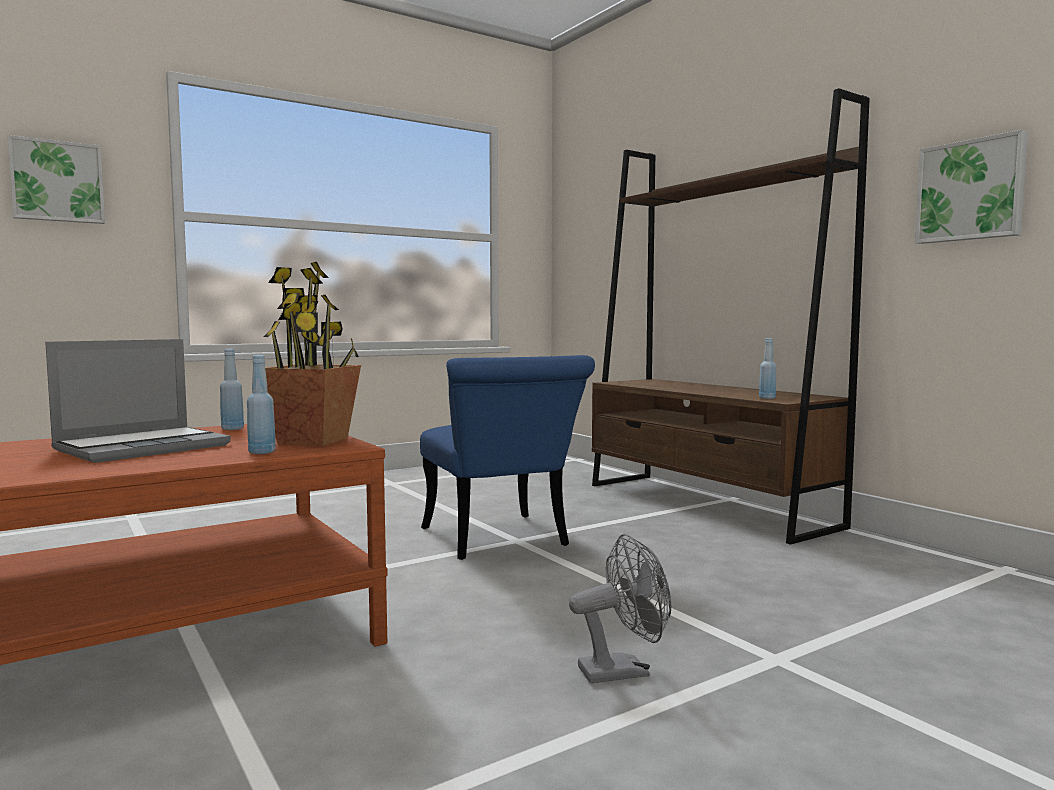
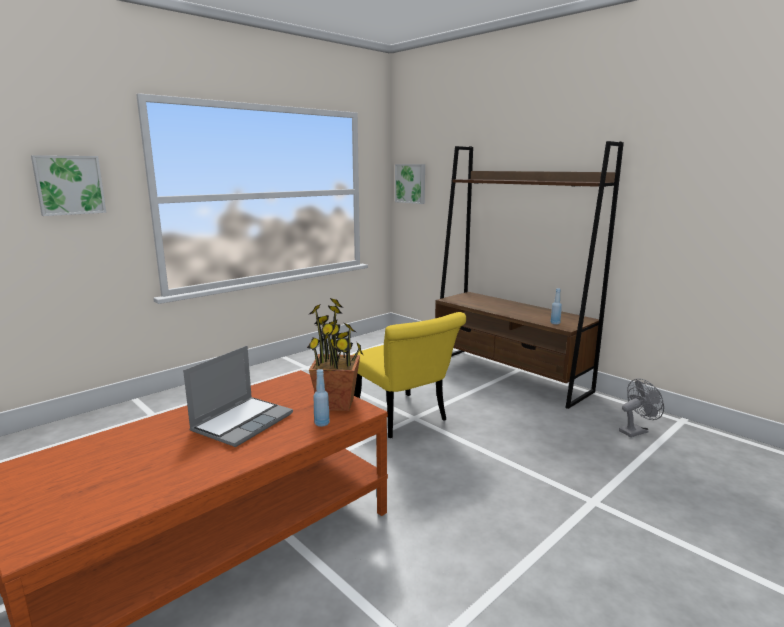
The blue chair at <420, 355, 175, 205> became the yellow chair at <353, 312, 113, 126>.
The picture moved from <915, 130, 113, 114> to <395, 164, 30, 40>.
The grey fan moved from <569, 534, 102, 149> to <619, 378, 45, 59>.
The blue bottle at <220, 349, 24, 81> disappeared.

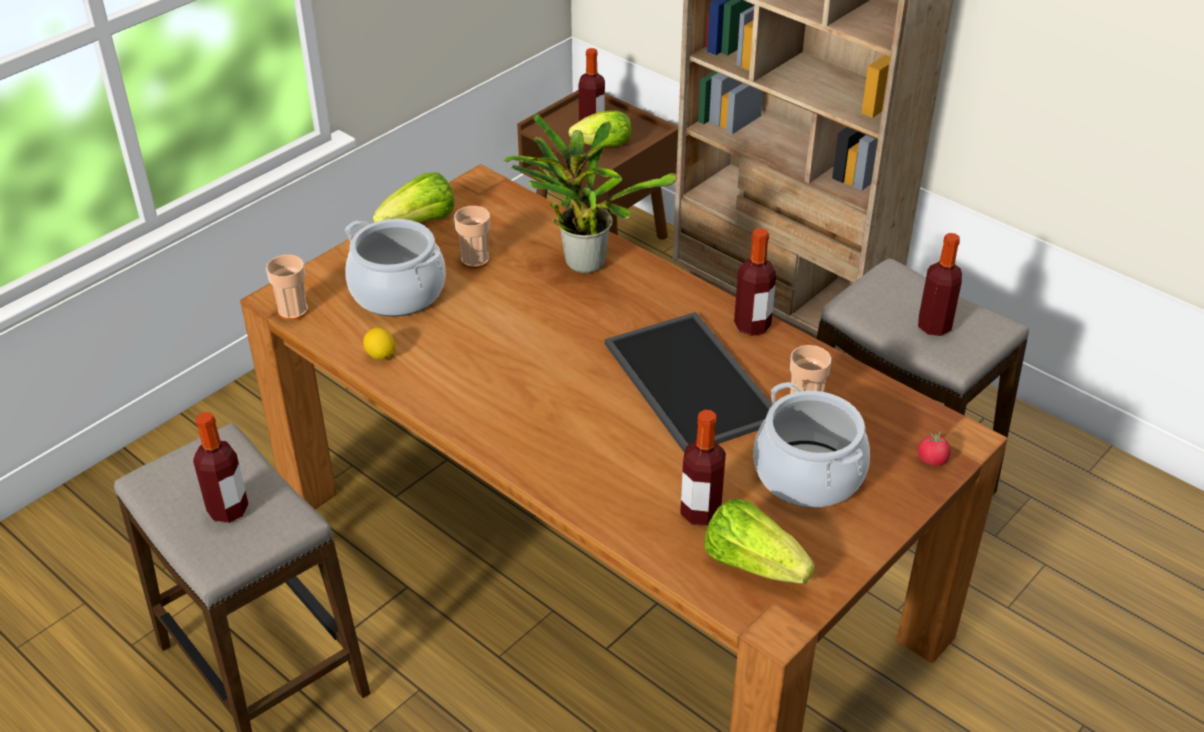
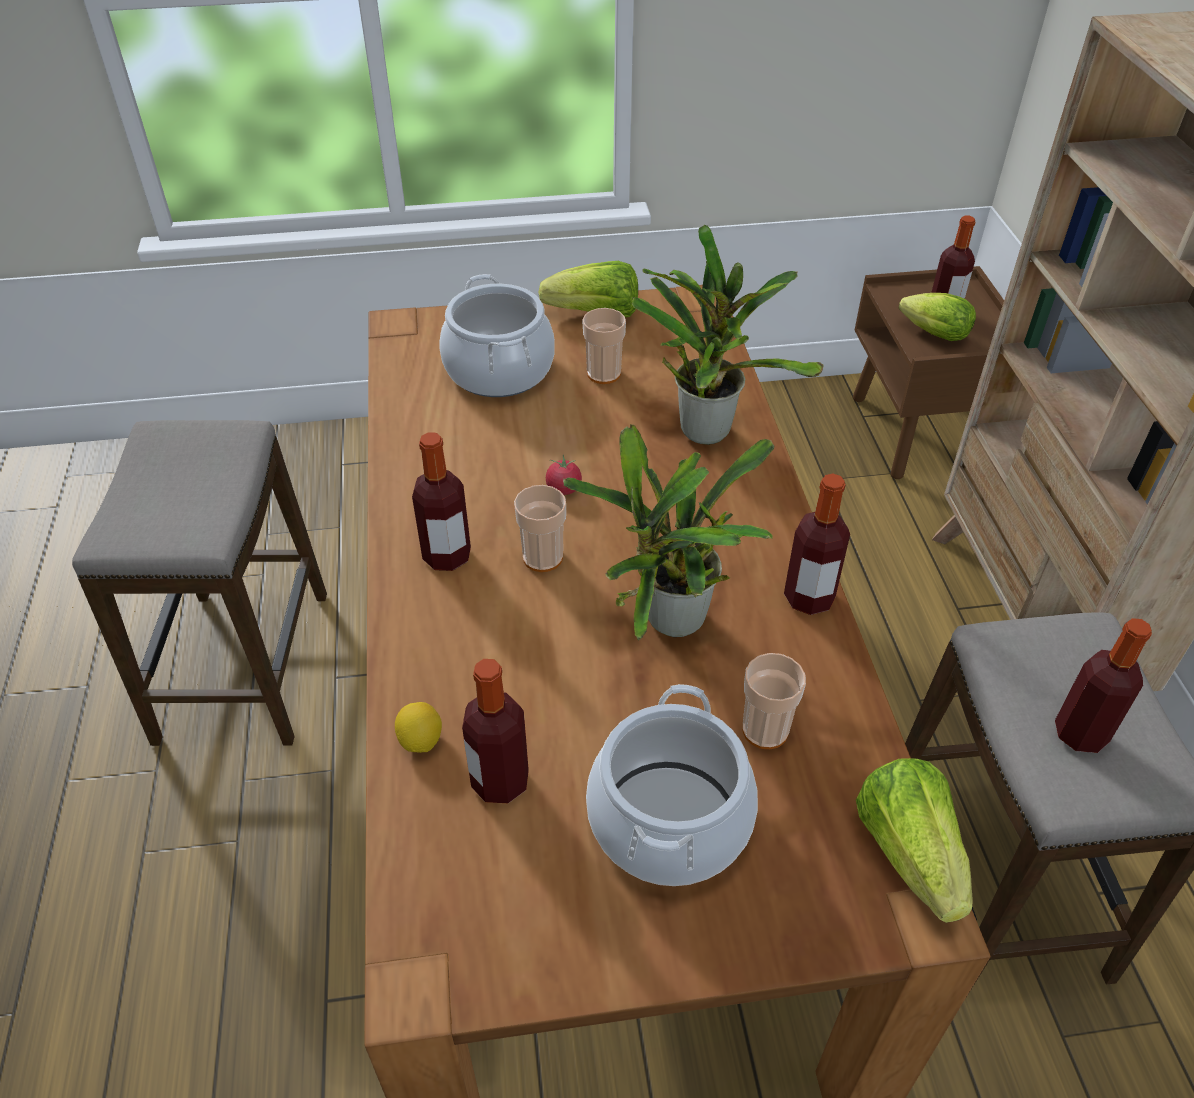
The lemon moved from <363, 327, 32, 33> to <395, 702, 47, 51>.
The bottle moved from <193, 412, 55, 111> to <412, 432, 59, 139>.
The cup moved from <266, 255, 42, 65> to <514, 485, 52, 87>.
The tomato moved from <918, 432, 33, 34> to <546, 455, 36, 40>.
The tray at <605, 312, 167, 140> was replaced by the potted plant at <563, 424, 211, 217>.
The lettuce moved from <704, 499, 111, 85> to <856, 758, 117, 165>.

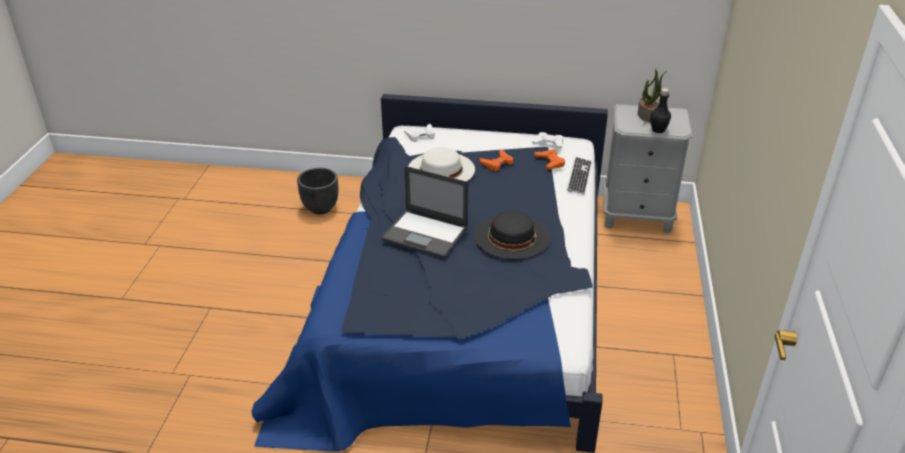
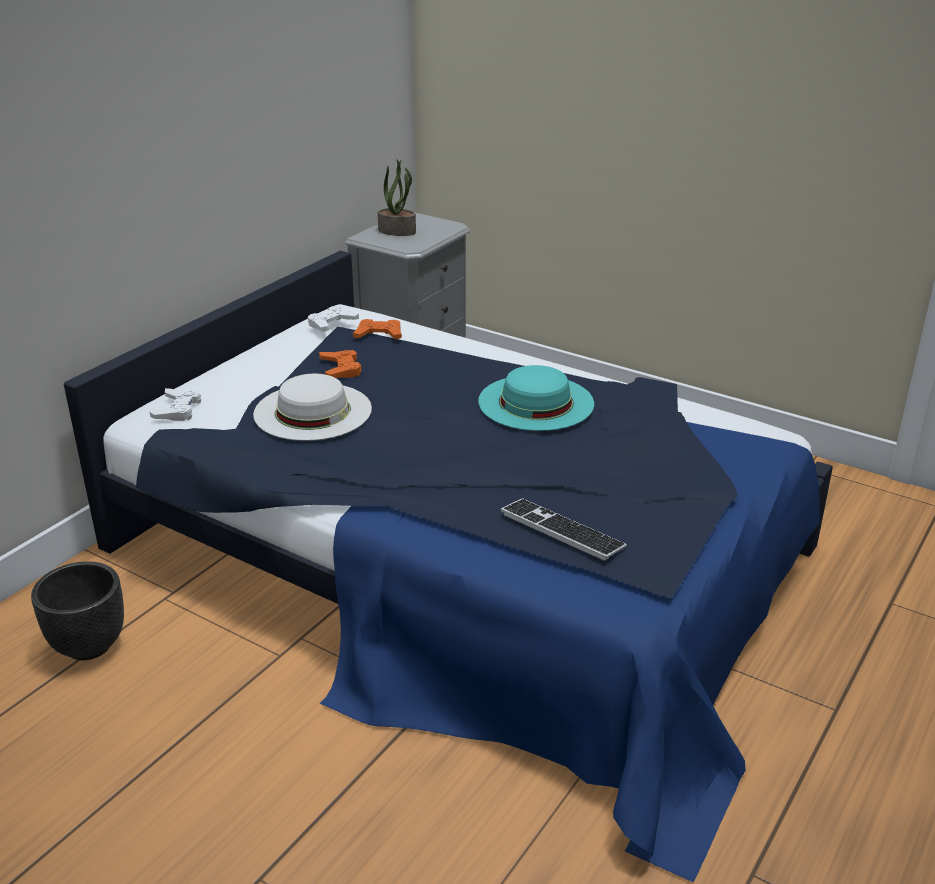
The black hat at <474, 211, 76, 48> became the turquoise hat at <478, 365, 116, 66>.
The keyboard moved from <567, 157, 25, 38> to <501, 498, 126, 63>.
The laptop at <381, 166, 87, 93> disappeared.
The black bottle at <650, 88, 21, 45> disappeared.

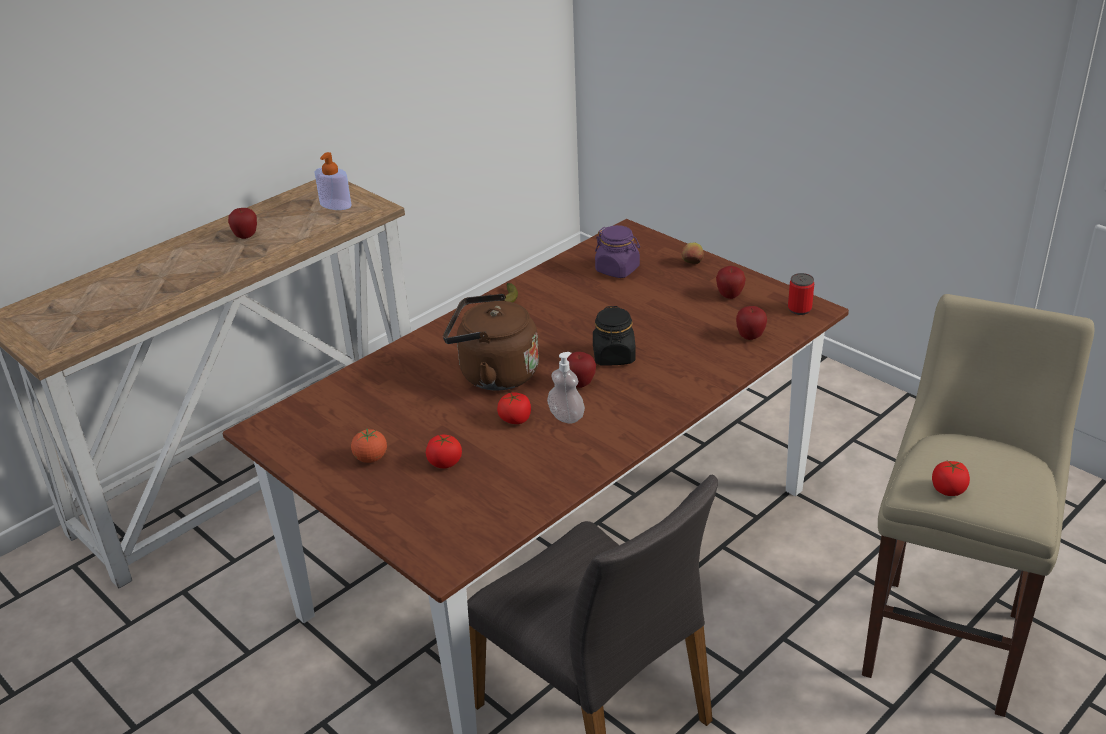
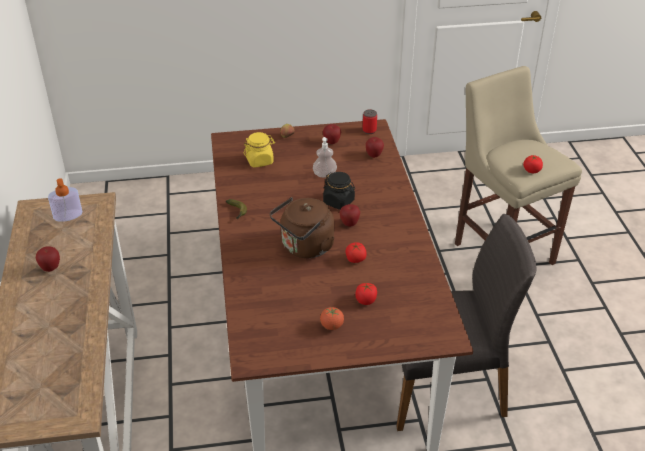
The purple jar at <595, 225, 45, 53> became the yellow jar at <244, 132, 31, 36>.
The soap dispenser moved from <547, 352, 38, 71> to <313, 137, 24, 40>.

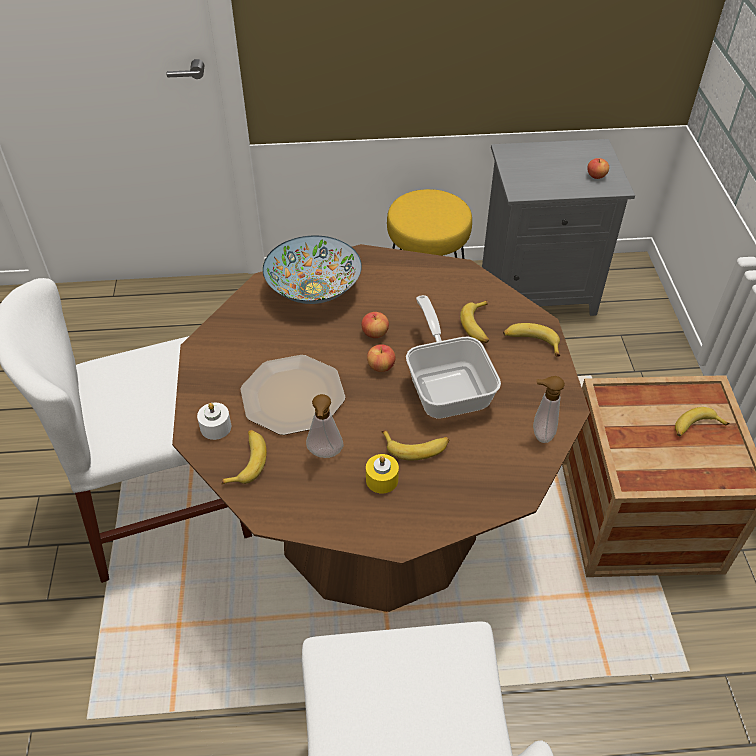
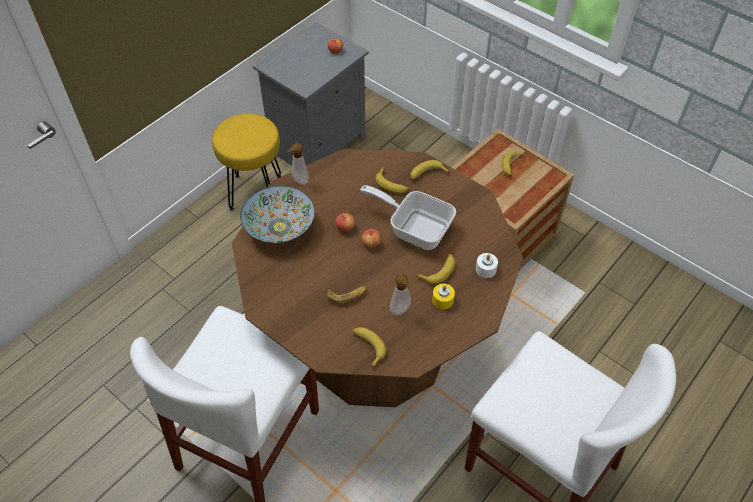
The soap dispenser moved from <533, 376, 32, 67> to <287, 143, 22, 42>.
The plate at <240, 355, 105, 80> was replaced by the banana at <327, 286, 40, 18>.
The white candle moved from <197, 403, 34, 37> to <476, 253, 22, 25>.

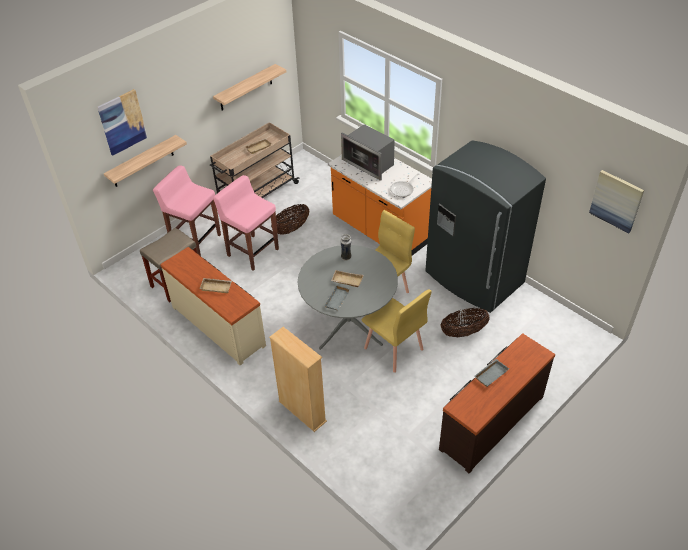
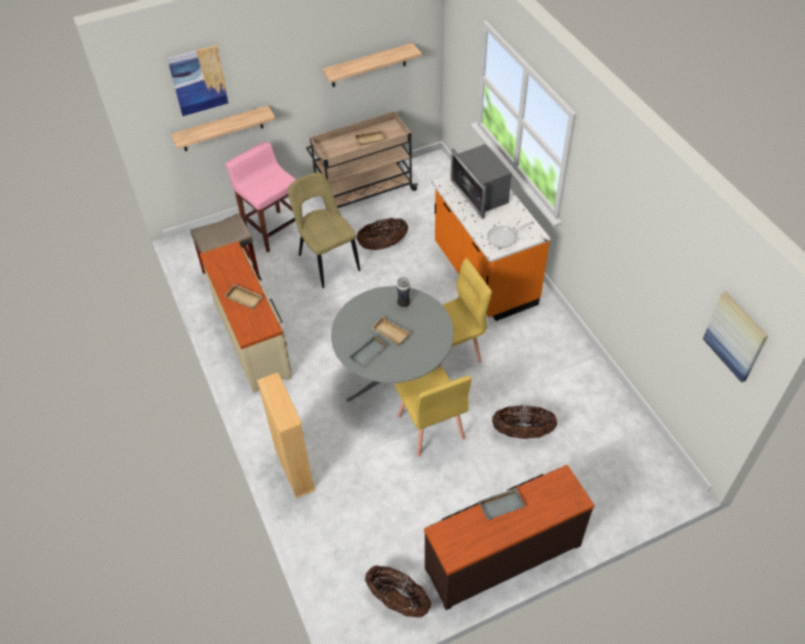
The pink stool at <213, 175, 66, 96> was replaced by the beige chair at <288, 173, 72, 115>.
The basket at <365, 565, 66, 53> appeared.
The grey fridge at <425, 141, 121, 172> disappeared.

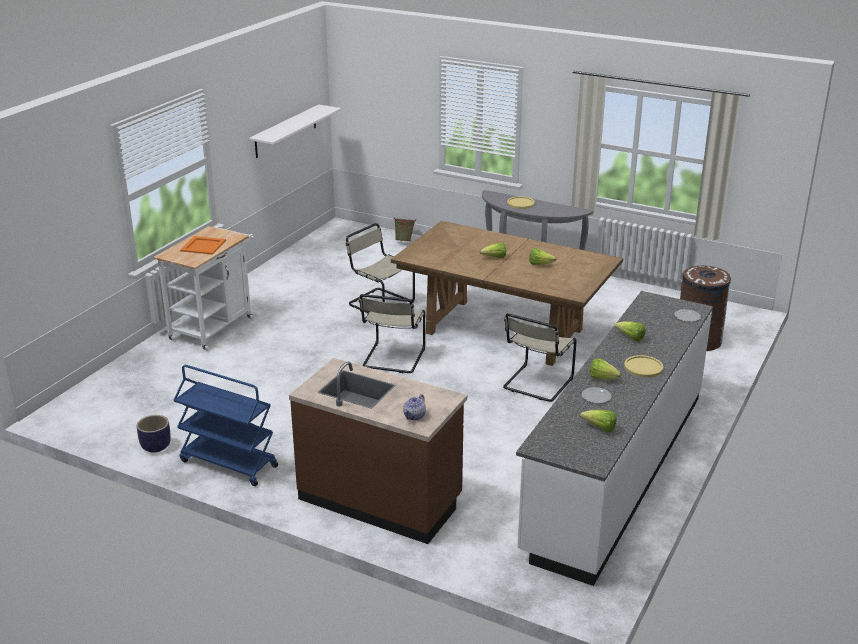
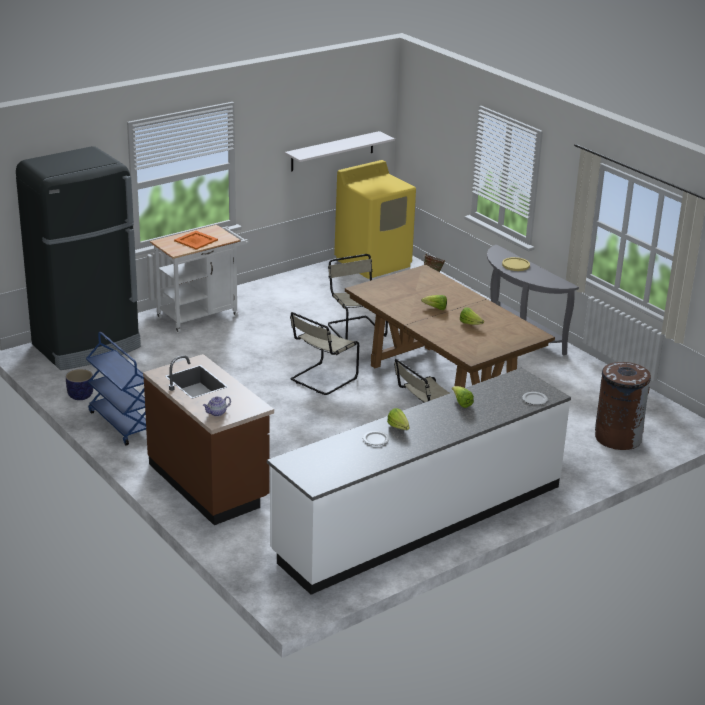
The black fridge at <16, 146, 125, 224> appeared.
The yellow washing machine at <334, 160, 82, 119> appeared.
The lettuce at <580, 410, 37, 23> disappeared.
The yellow plate at <624, 355, 39, 23> disappeared.

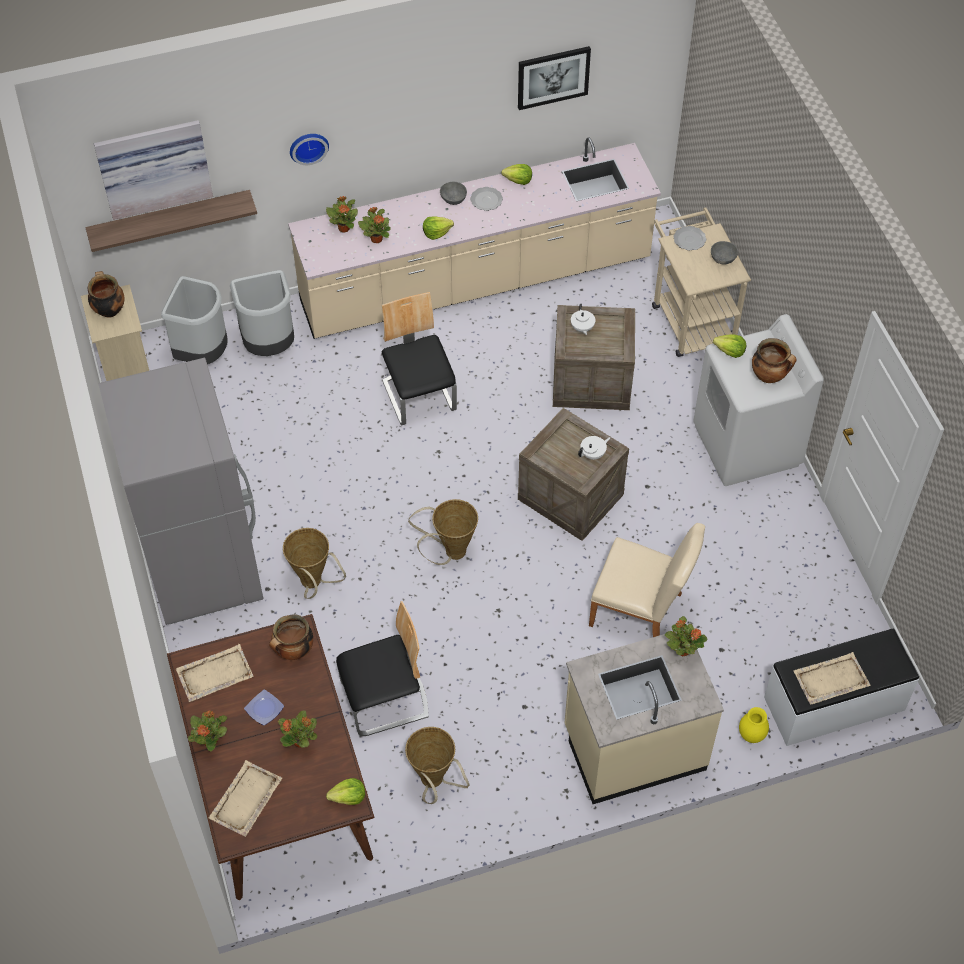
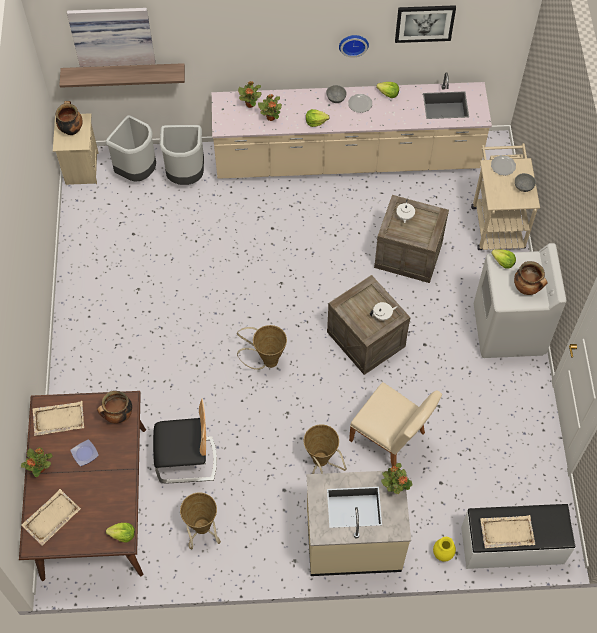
The basket moved from <283, 528, 63, 71> to <304, 424, 43, 50>.
The wall clock moved from <290, 134, 39, 31> to <339, 35, 30, 22>.
The grey fridge at <98, 358, 165, 267> disappeared.
The potted plant at <278, 710, 39, 38> disappeared.
The chair at <382, 292, 75, 134> disappeared.

